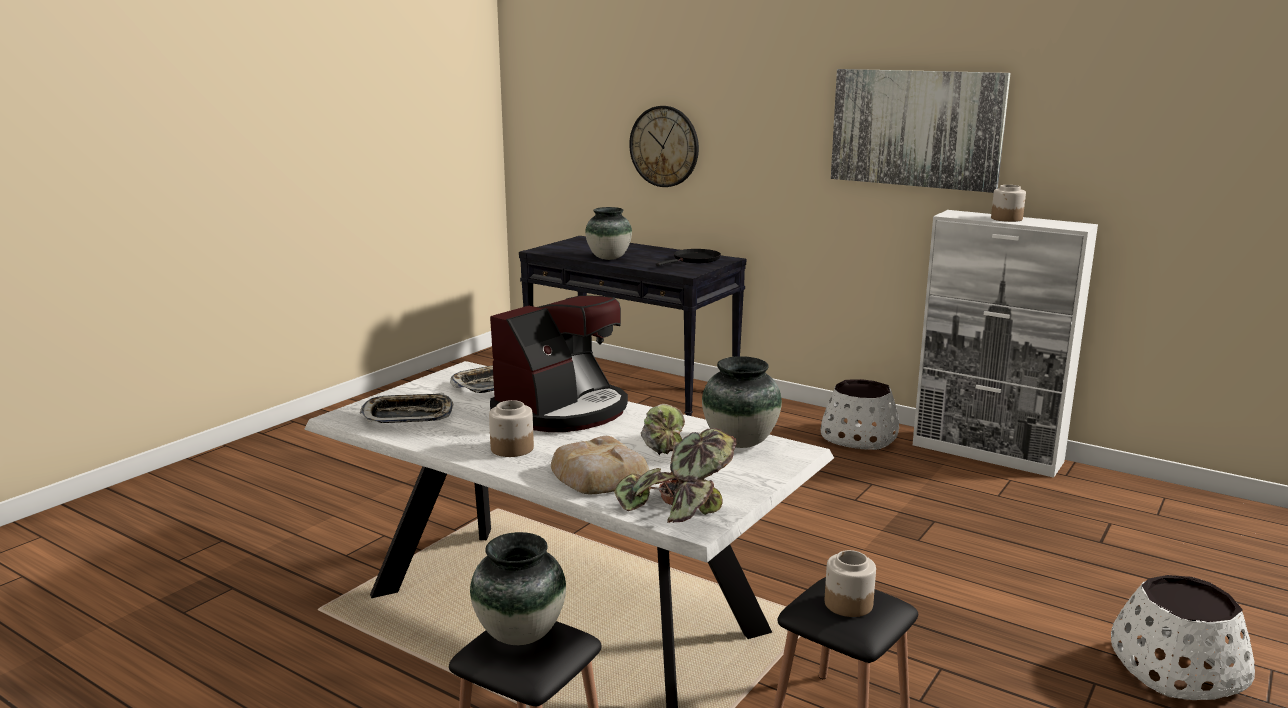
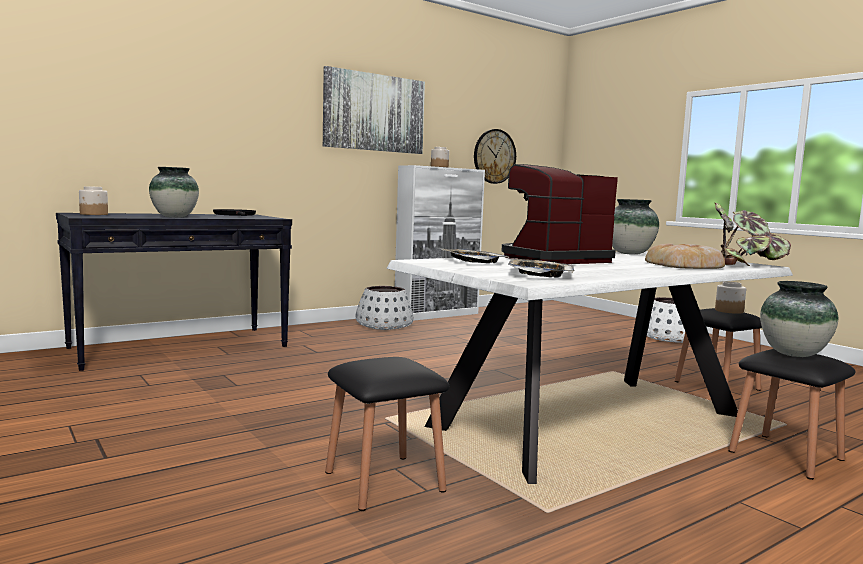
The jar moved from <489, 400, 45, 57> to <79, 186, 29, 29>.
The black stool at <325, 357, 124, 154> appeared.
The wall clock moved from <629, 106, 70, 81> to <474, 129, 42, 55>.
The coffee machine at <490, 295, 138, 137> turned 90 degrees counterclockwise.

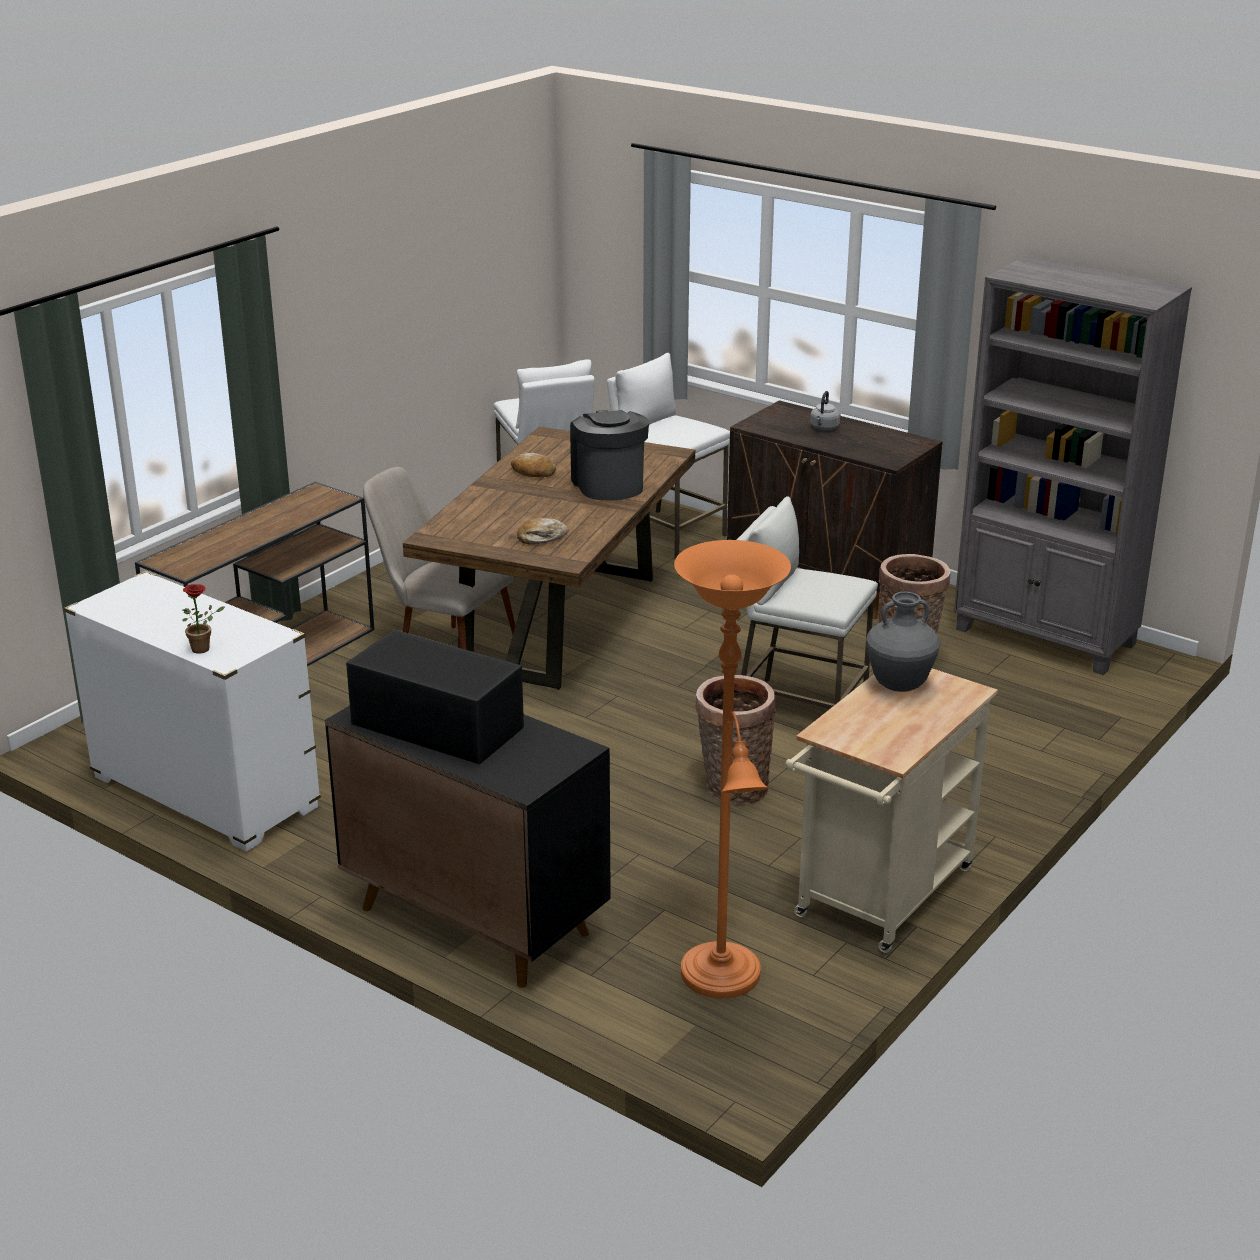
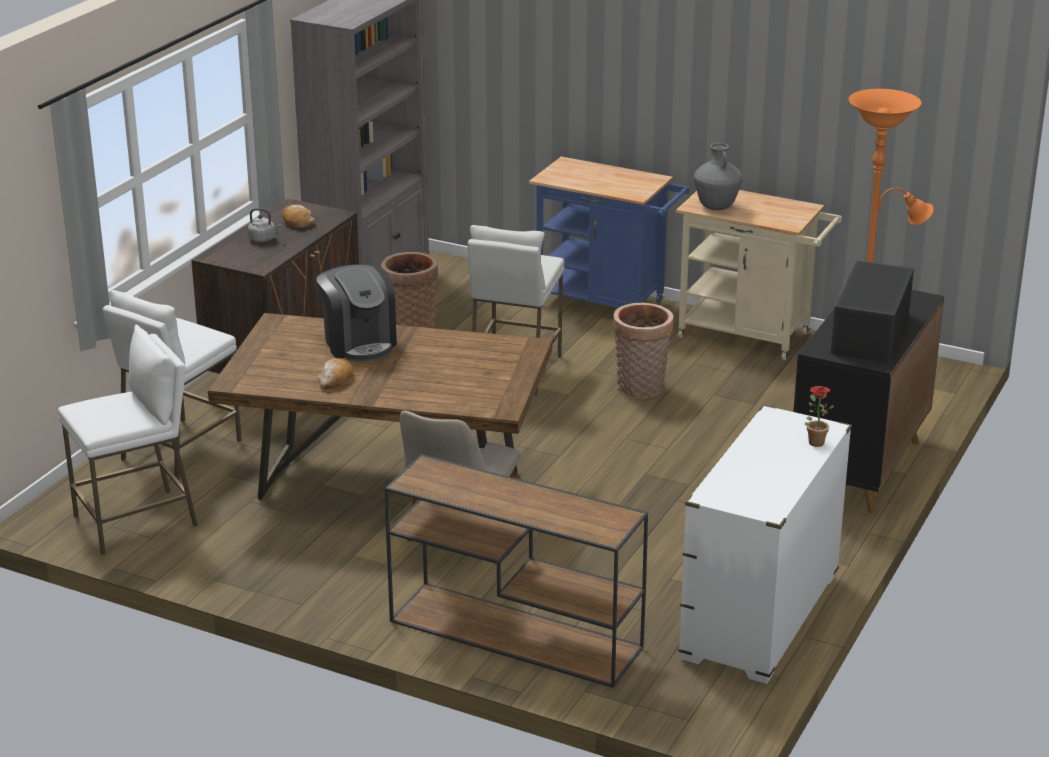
The bread moved from <517, 518, 52, 27> to <283, 205, 32, 23>.
The coffee machine at <570, 410, 79, 91> turned 90 degrees counterclockwise.
The blue cart at <529, 157, 161, 151> appeared.

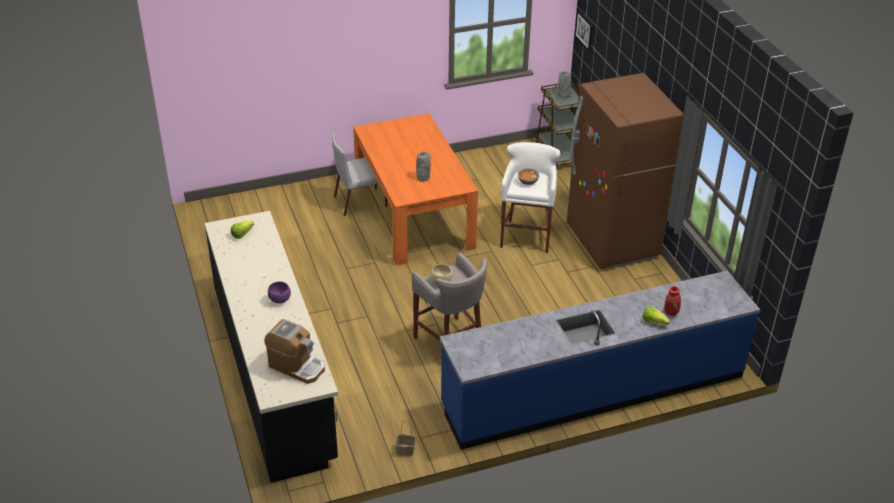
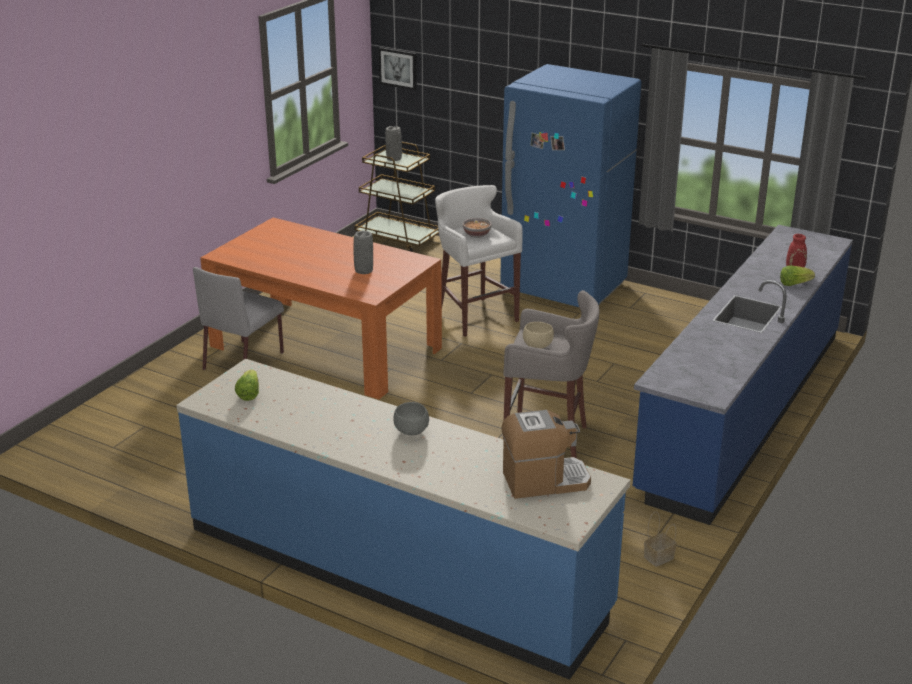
The black counter at <205, 211, 133, 272> became the blue counter at <176, 359, 454, 321>.
The purple bowl at <268, 281, 23, 23> became the grey bowl at <393, 402, 36, 33>.
The brown fridge at <567, 73, 117, 196> became the blue fridge at <500, 64, 141, 243>.

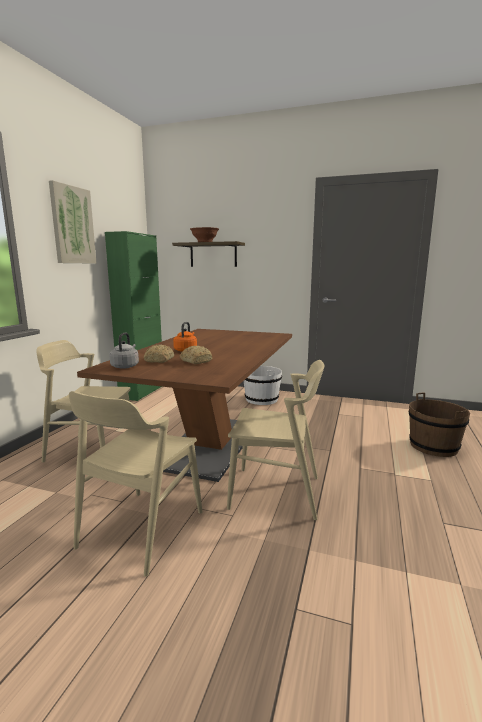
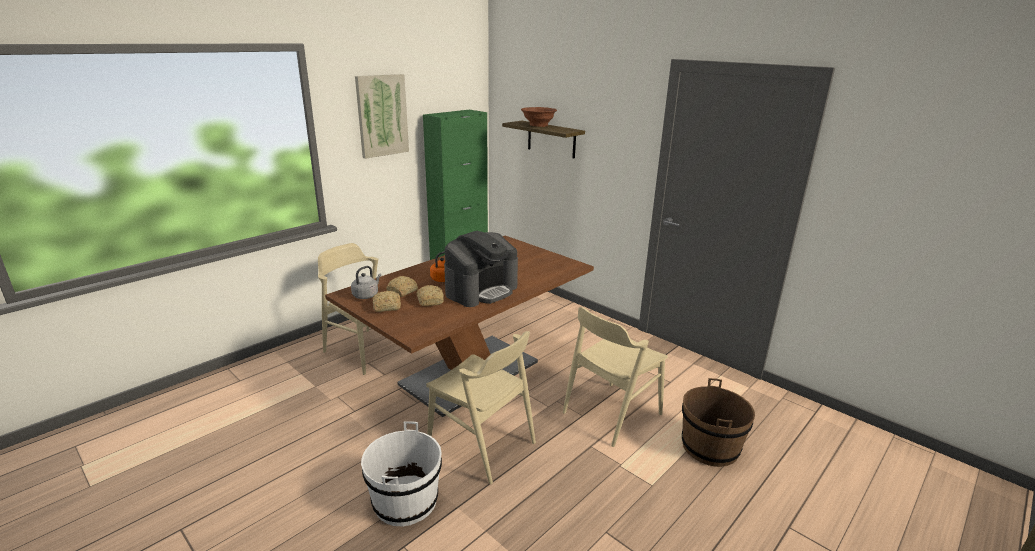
The white bucket moved from <244, 366, 38, 39> to <361, 421, 81, 105>.
The bread at <372, 291, 29, 21> appeared.
The coffee machine at <444, 231, 74, 76> appeared.
The beige chair moved from <69, 391, 133, 186> to <563, 307, 105, 140>.

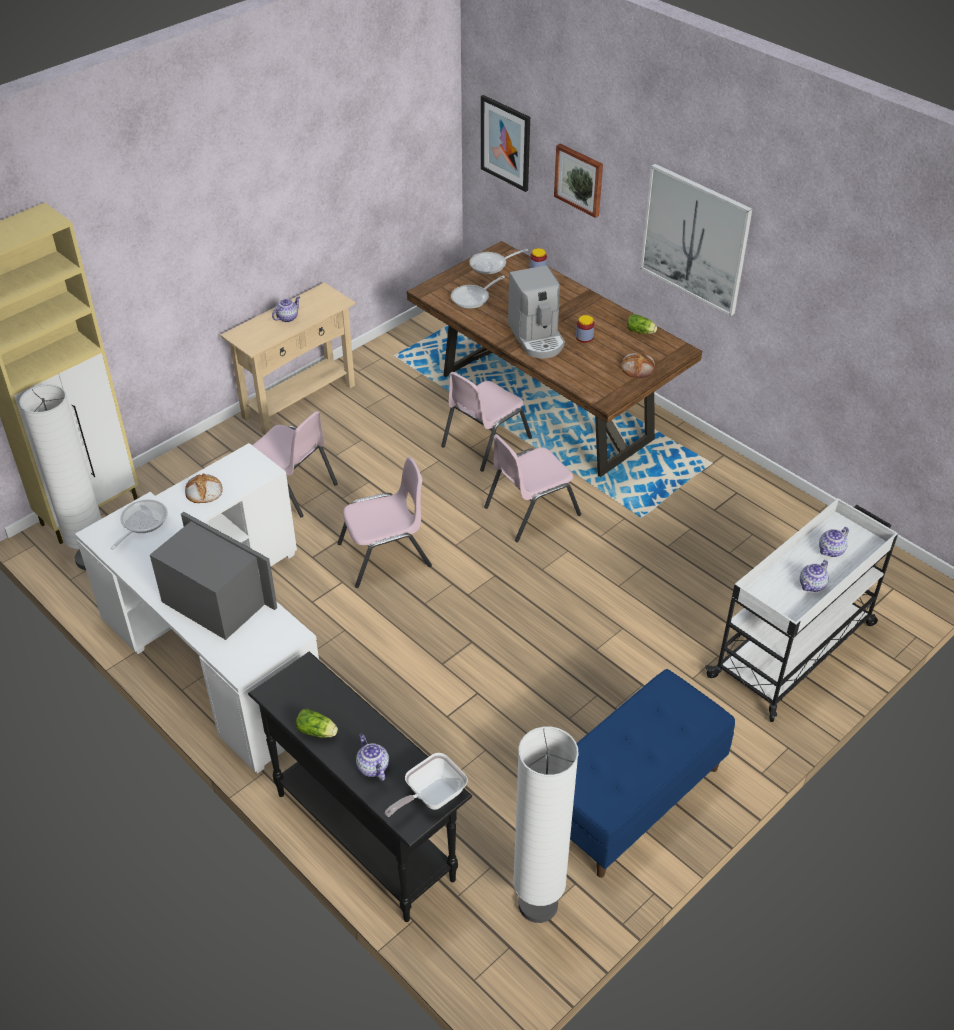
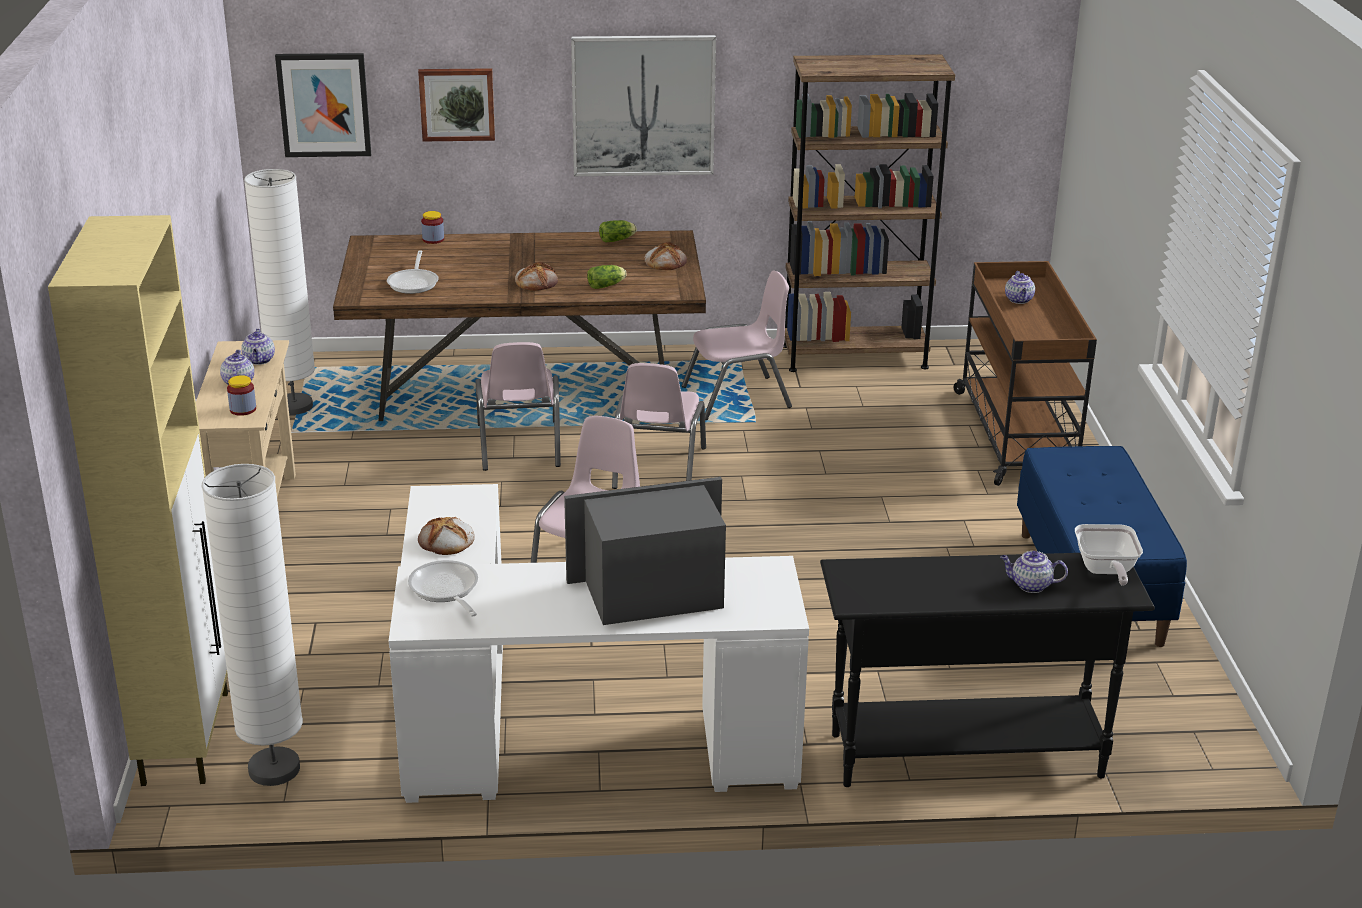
The jar moved from <576, 315, 19, 28> to <227, 375, 29, 41>.
The teapot moved from <800, 560, 29, 32> to <241, 329, 34, 36>.
The white floor lamp moved from <513, 726, 66, 197> to <244, 169, 71, 247>.
The coffee machine at <508, 265, 57, 93> was replaced by the bread at <515, 262, 43, 29>.
The lettuce moved from <295, 709, 43, 29> to <587, 265, 40, 24>.
The pink chair moved from <252, 411, 86, 106> to <682, 270, 110, 150>.
The brown bookcase at <783, 54, 172, 318> appeared.
The white cart at <706, 498, 192, 224> became the brown cart at <954, 261, 143, 225>.
The frying pan at <469, 249, 59, 25> disappeared.

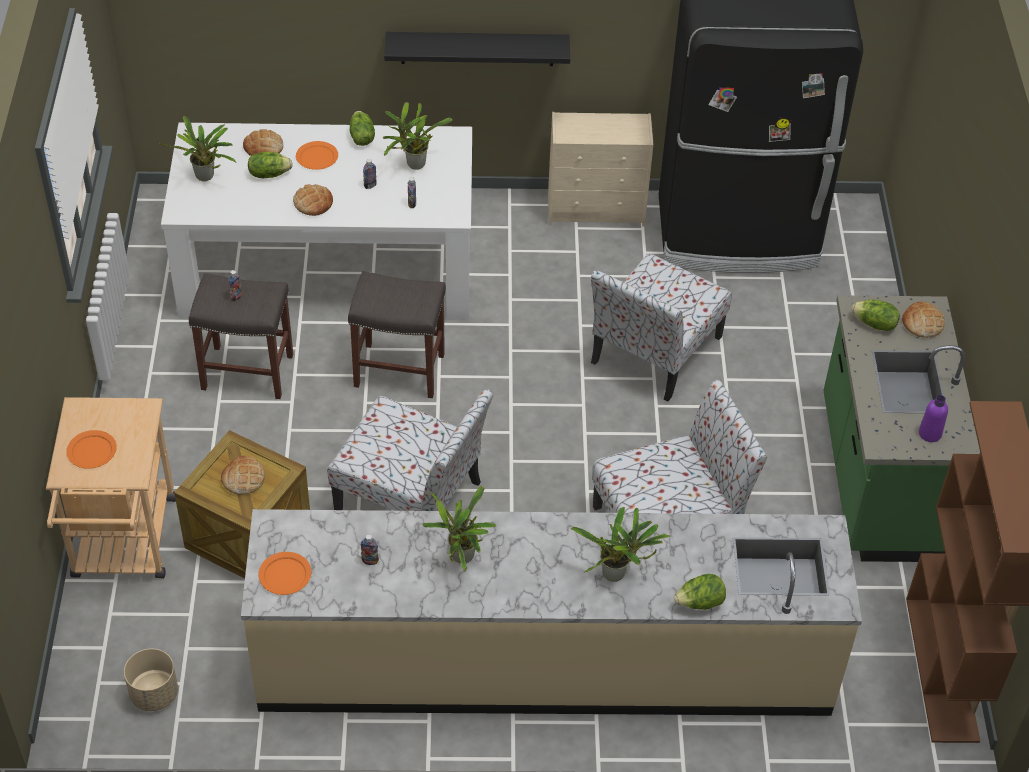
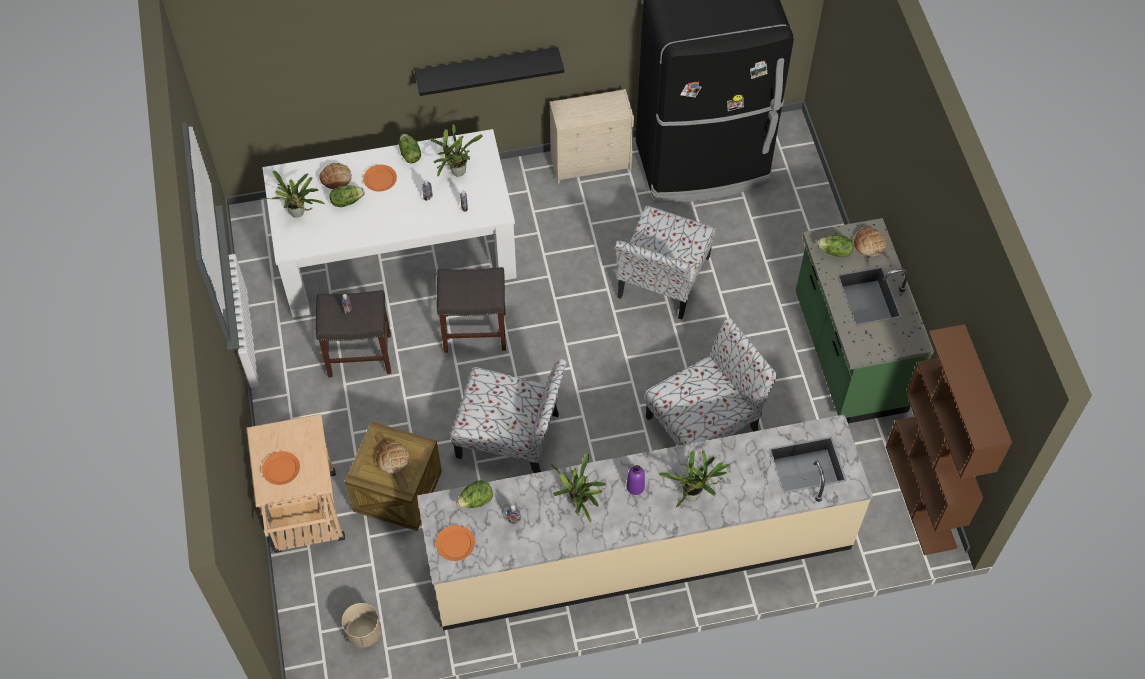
The lettuce moved from <674, 574, 52, 36> to <456, 480, 37, 28>.
The purple bottle moved from <919, 395, 29, 47> to <627, 465, 18, 30>.
The bread at <293, 184, 40, 32> disappeared.

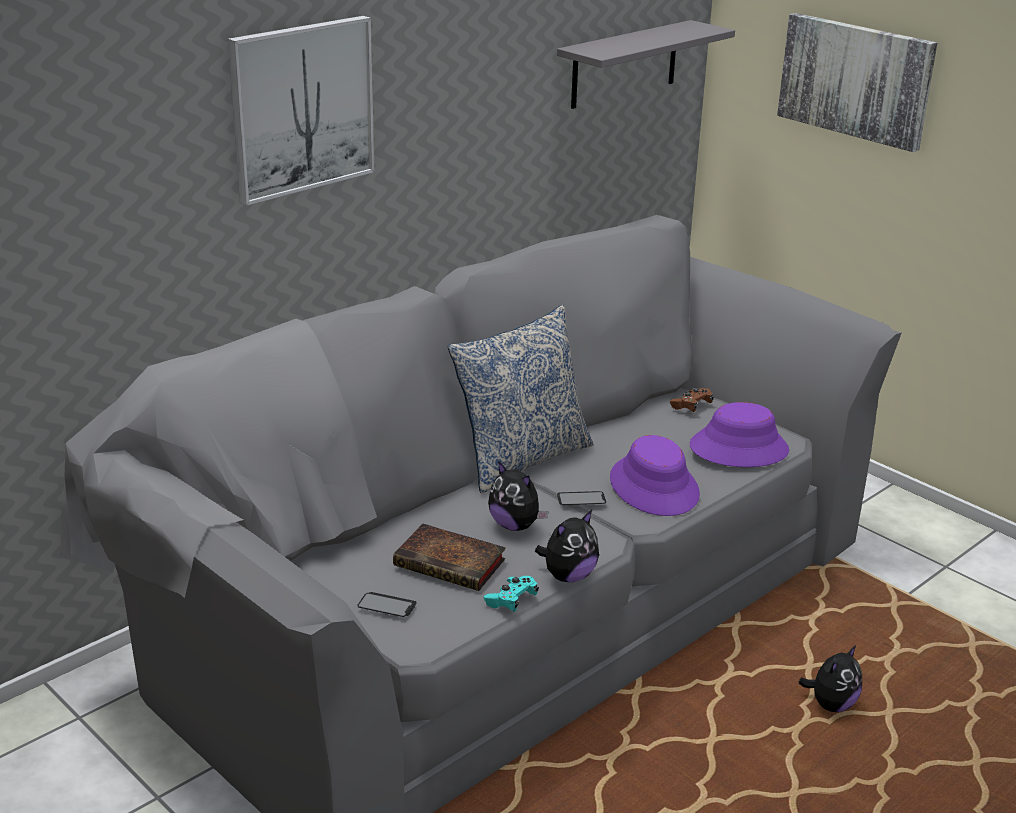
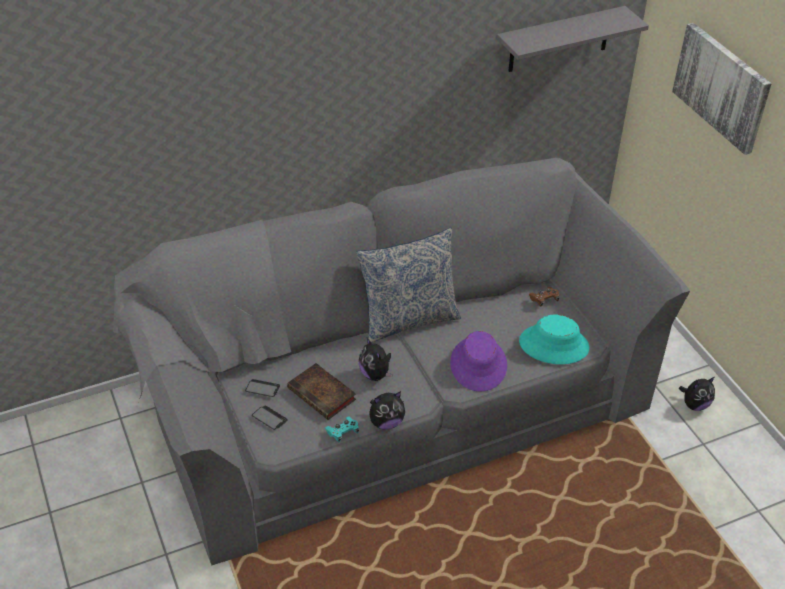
The phone moved from <557, 491, 49, 14> to <245, 379, 35, 18>.
The purple hat at <690, 402, 99, 65> became the turquoise hat at <519, 315, 70, 49>.
The plush toy moved from <798, 645, 64, 67> to <679, 377, 36, 34>.
The picture at <228, 16, 147, 190> disappeared.

